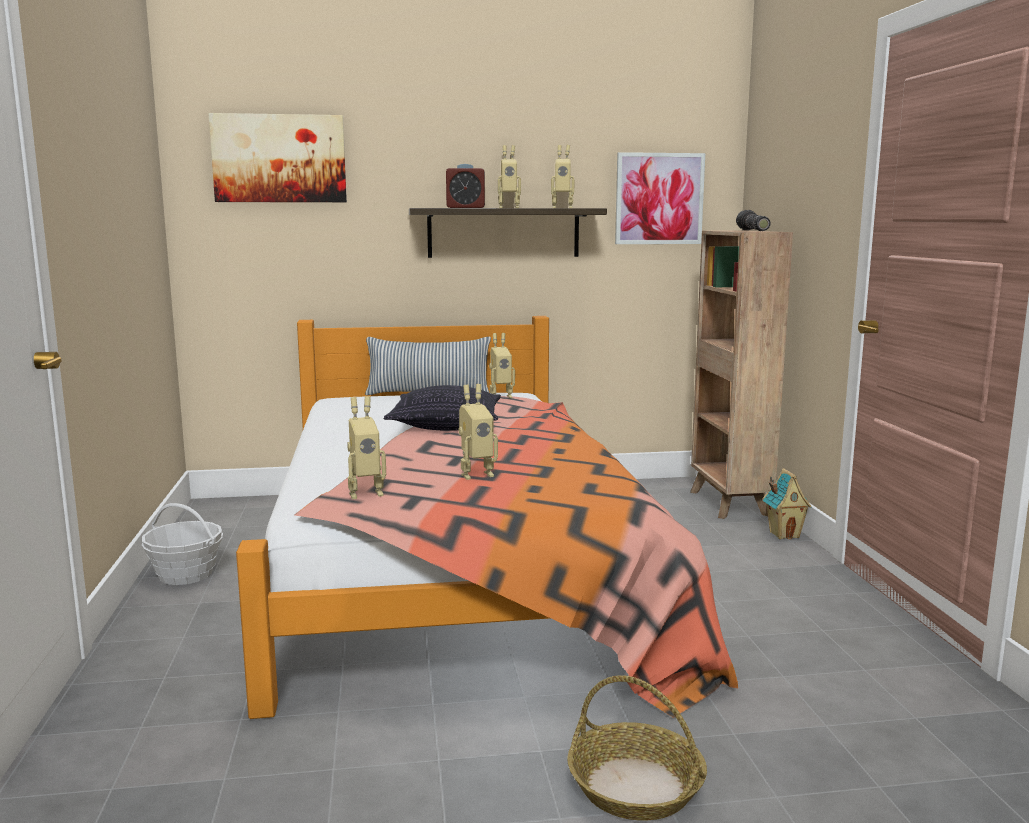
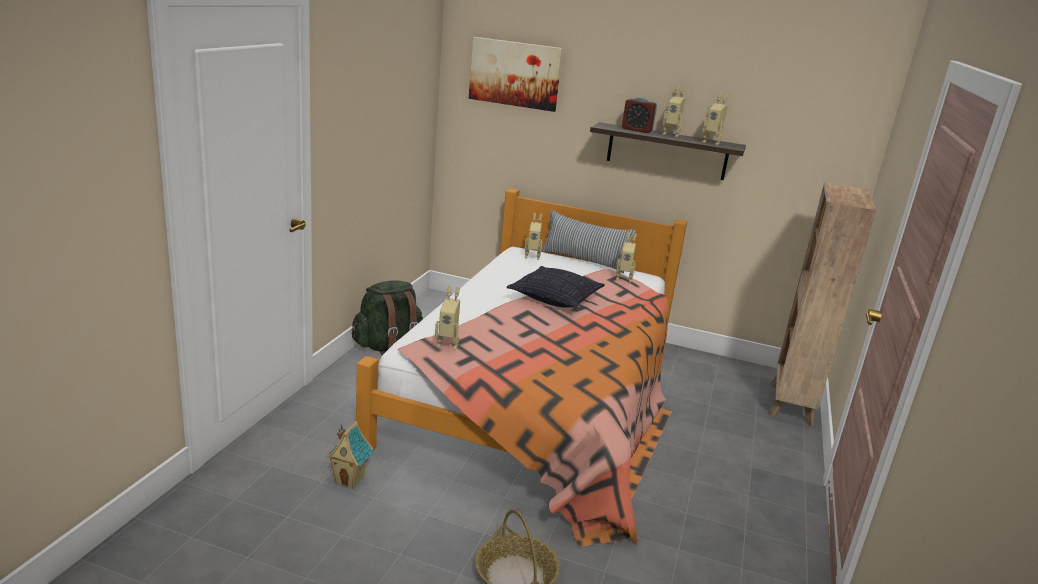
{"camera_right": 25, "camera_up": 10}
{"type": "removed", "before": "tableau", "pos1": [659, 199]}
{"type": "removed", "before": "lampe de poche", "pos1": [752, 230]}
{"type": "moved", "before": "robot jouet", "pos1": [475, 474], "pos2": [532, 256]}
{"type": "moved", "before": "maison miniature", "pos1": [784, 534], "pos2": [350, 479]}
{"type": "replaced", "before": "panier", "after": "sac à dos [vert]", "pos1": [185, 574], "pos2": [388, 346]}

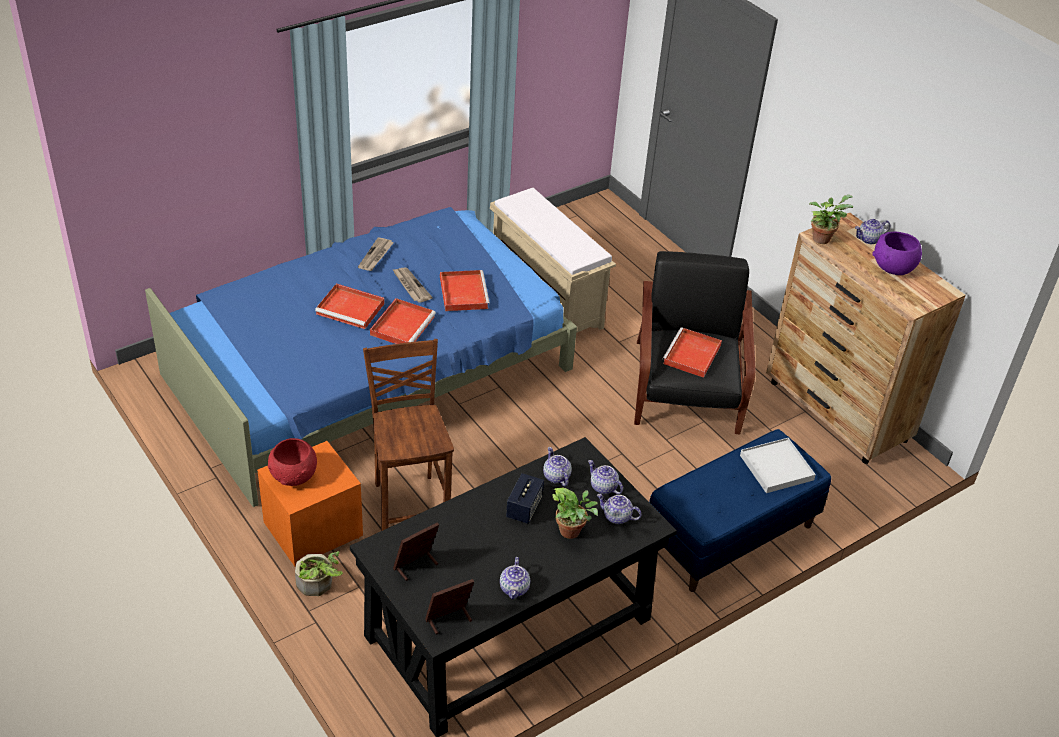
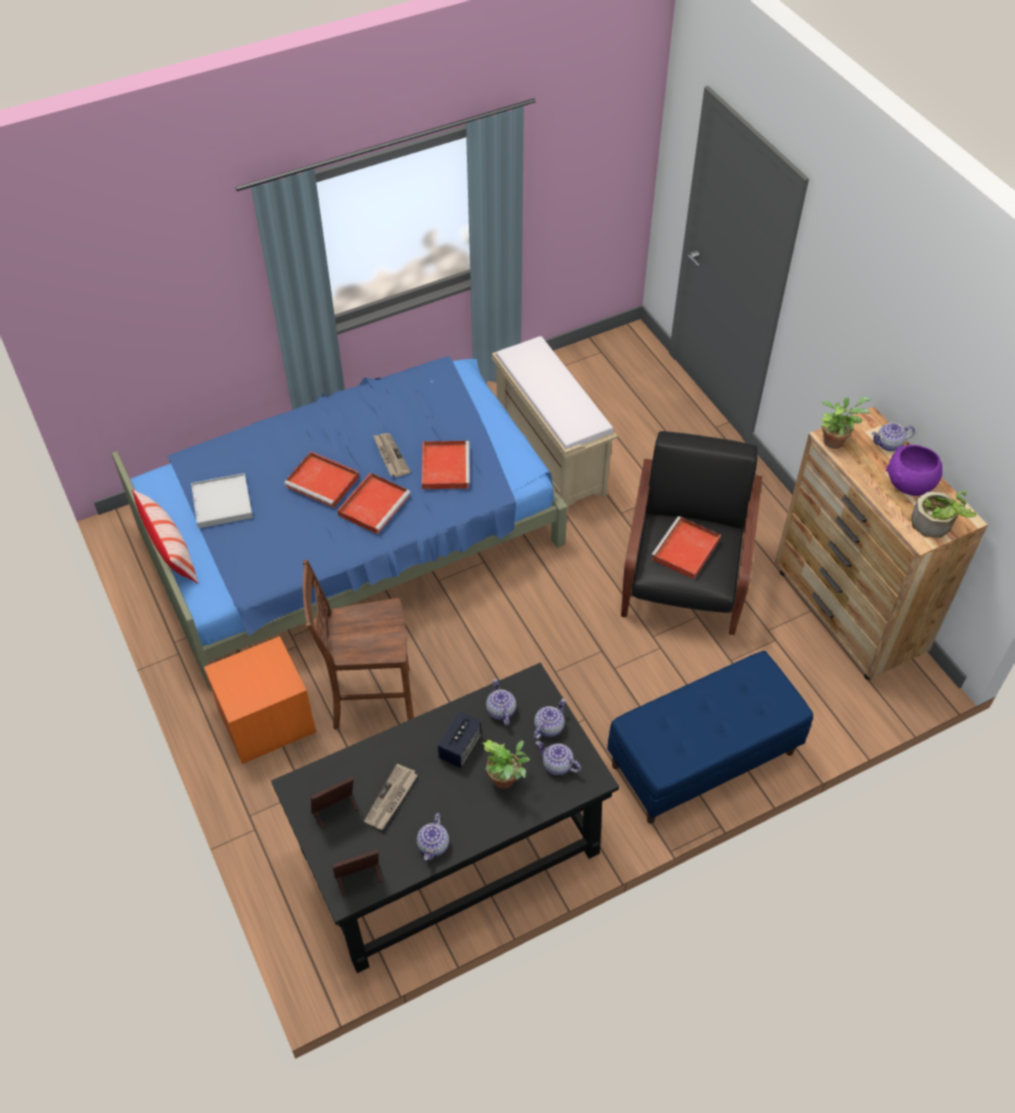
{"camera_right": 10, "camera_up": 10}
{"type": "moved", "before": "journal", "pos1": [376, 256], "pos2": [391, 799]}
{"type": "turned", "before": "chaise [marron]", "pos1": [410, 505], "pos2": [369, 699], "turn": -90}
{"type": "removed", "before": "bol [rouge]", "pos1": [294, 476]}
{"type": "moved", "before": "plateau [blanc]", "pos1": [776, 467], "pos2": [222, 503]}
{"type": "turned", "before": "théière", "pos1": [603, 487], "pos2": [548, 727], "turn": 75}
{"type": "moved", "before": "plante en pot", "pos1": [318, 585], "pos2": [936, 526]}
{"type": "added", "after": "coussin", "pos2": [170, 550]}

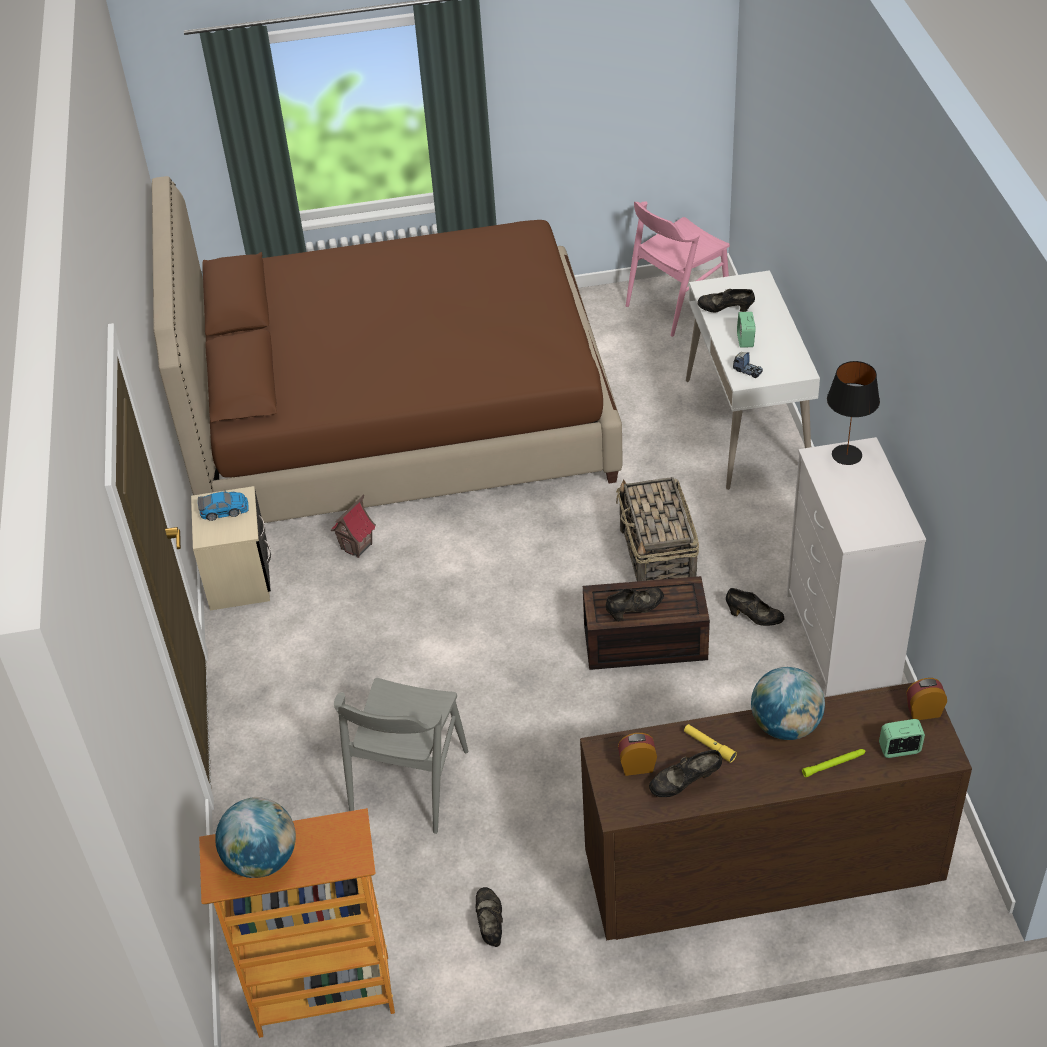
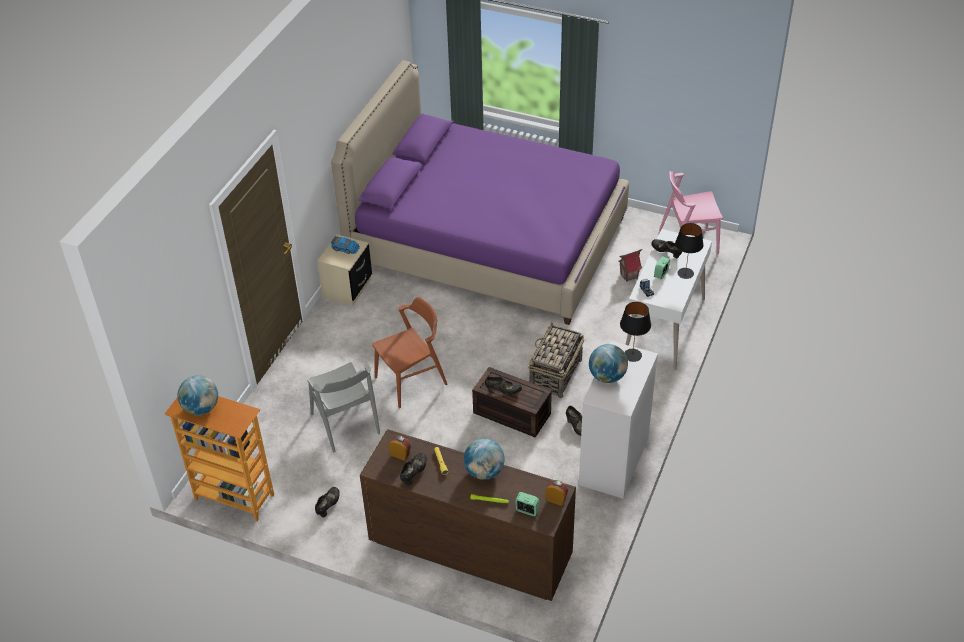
{"camera_right": 30, "camera_up": 0}
{"type": "recoloured", "before": "lit [marron]", "after": "lit [violet]", "pos1": [399, 419], "pos2": [487, 241]}
{"type": "moved", "before": "maison miniature", "pos1": [357, 547], "pos2": [629, 276]}
{"type": "turned", "before": "chaise [gris]", "pos1": [409, 783], "pos2": [345, 423], "turn": -75}
{"type": "turned", "before": "chaussure [noir]", "pos1": [685, 784], "pos2": [414, 473], "turn": 105}
{"type": "added", "after": "lampe de table [noir]", "pos2": [685, 273]}
{"type": "added", "after": "chaise [marron]", "pos2": [411, 381]}
{"type": "added", "after": "globe", "pos2": [607, 376]}

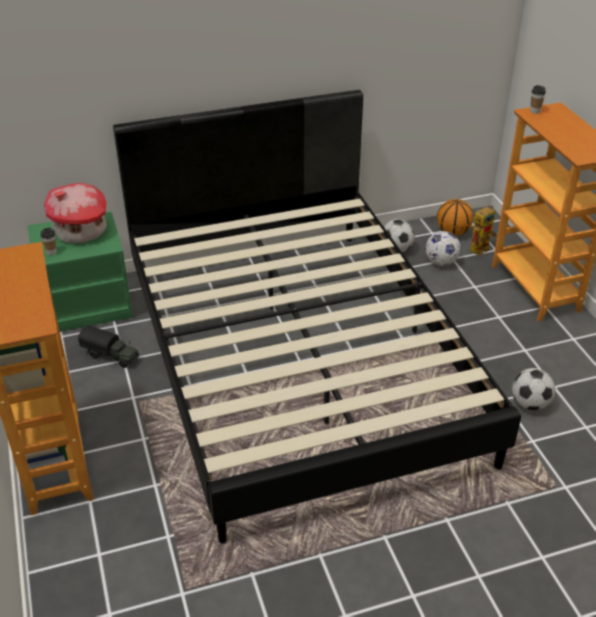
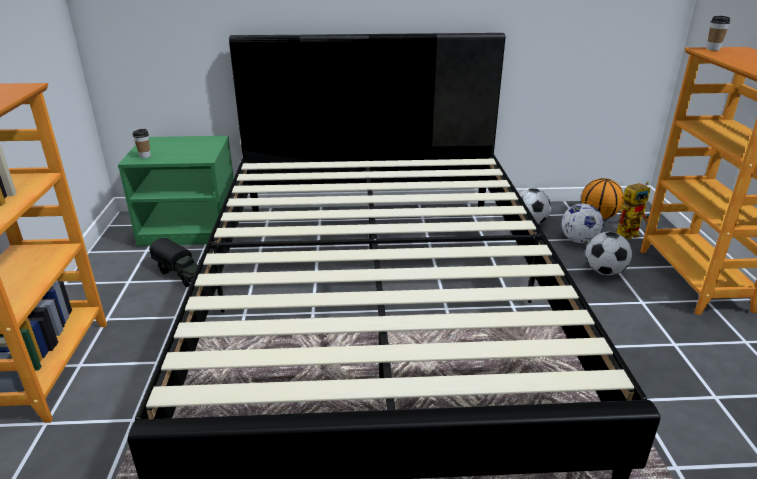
{"camera_right": 15, "camera_up": -10}
{"type": "removed", "before": "maison miniature", "pos1": [81, 232]}
{"type": "moved", "before": "ballon de foot", "pos1": [529, 404], "pos2": [604, 272]}

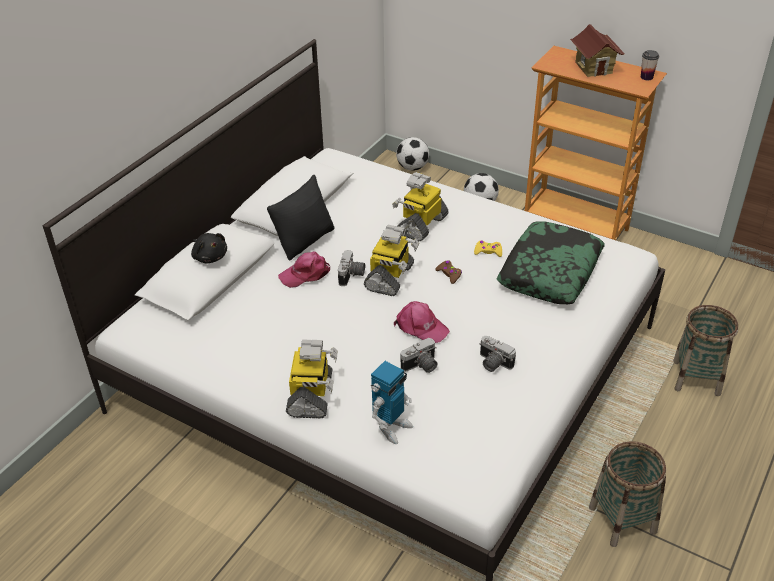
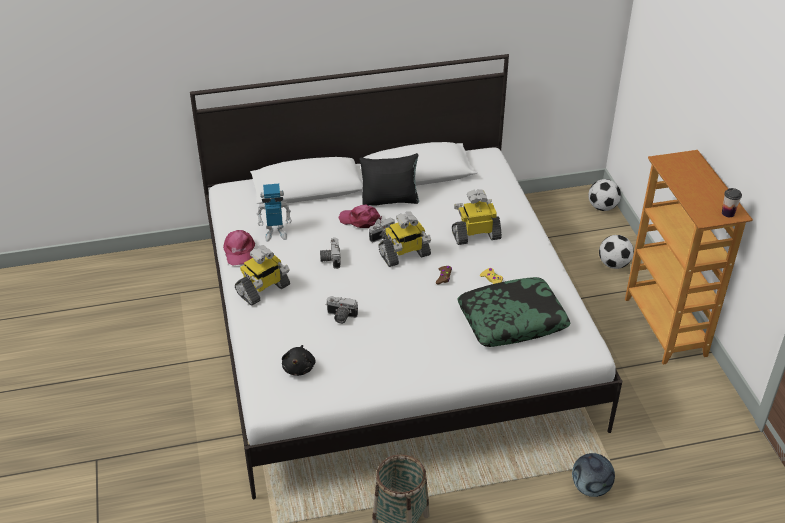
{"camera_right": 45, "camera_up": 0}
{"type": "removed", "before": "maison miniature", "pos1": [594, 68]}
{"type": "moved", "before": "peluche [noir]", "pos1": [210, 257], "pos2": [299, 367]}
{"type": "moved", "before": "casquette [rose]", "pos1": [421, 327], "pos2": [239, 251]}
{"type": "replaced", "before": "panier", "after": "ballon de foot", "pos1": [696, 378], "pos2": [590, 487]}
{"type": "moved", "before": "appareil photo", "pos1": [493, 363], "pos2": [330, 259]}
{"type": "moved", "before": "robot jouet", "pos1": [391, 428], "pos2": [275, 233]}

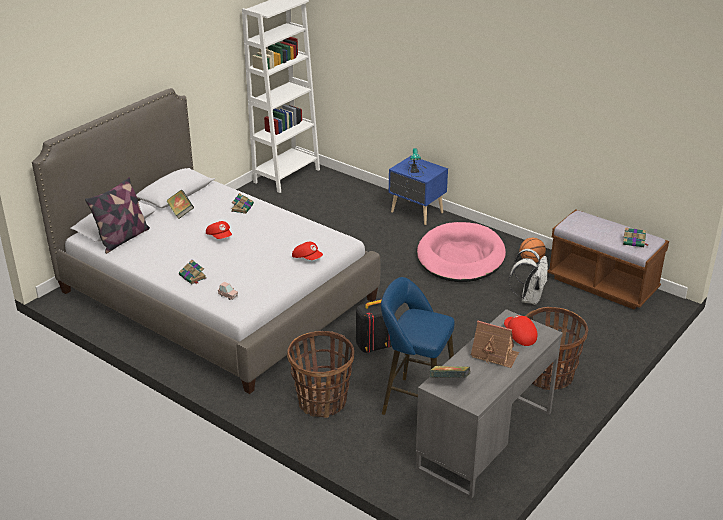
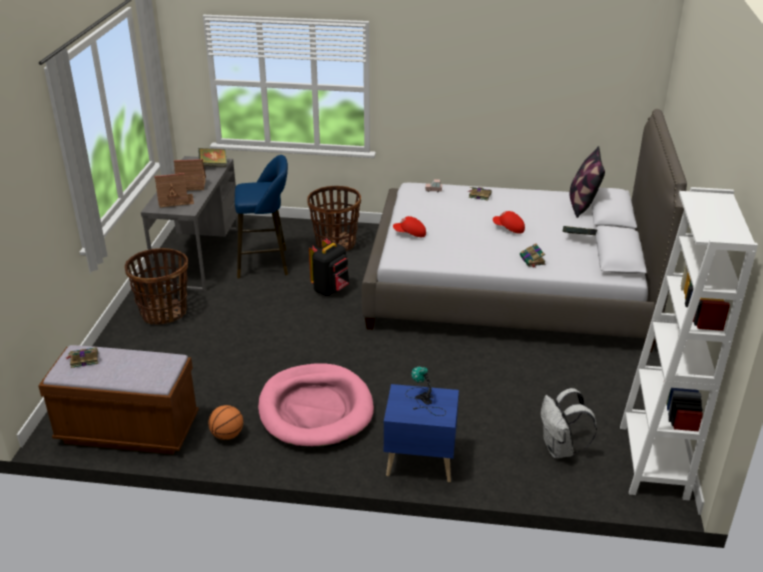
{"camera_right": 150, "camera_up": 0}
{"type": "moved", "before": "sac à dos [blanc]", "pos1": [529, 298], "pos2": [560, 449]}
{"type": "replaced", "before": "casquette [rouge]", "after": "maison miniature", "pos1": [519, 336], "pos2": [175, 201]}

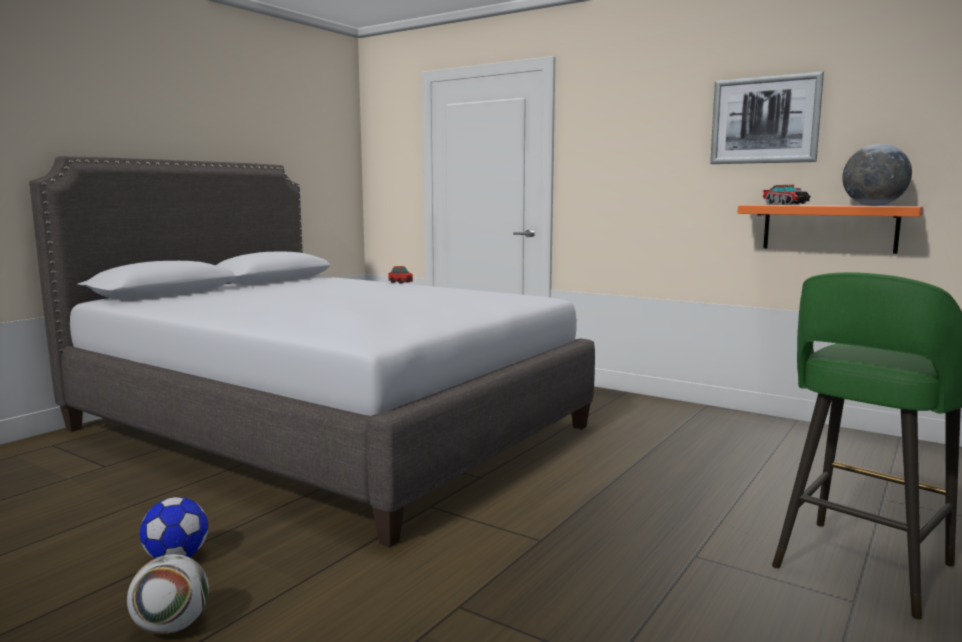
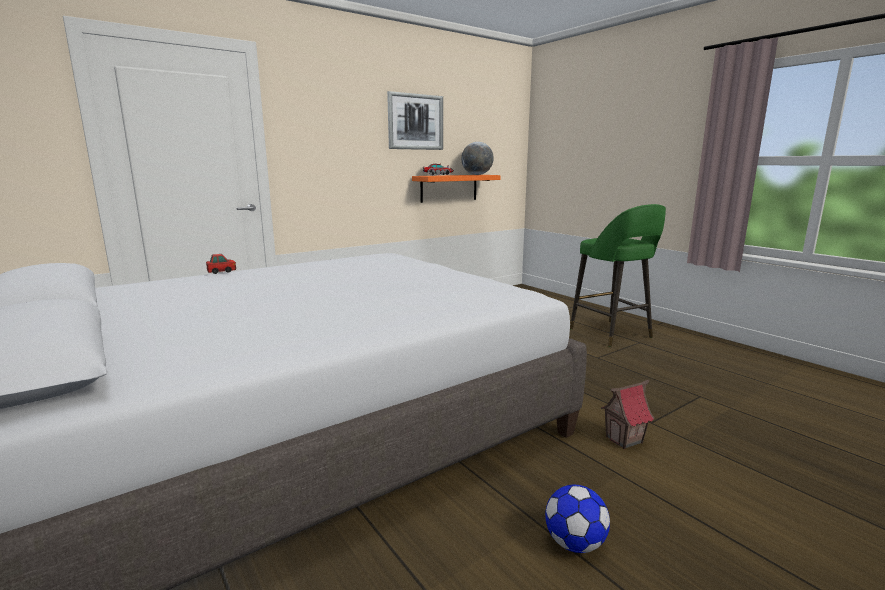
{"camera_right": -70, "camera_up": 5}
{"type": "removed", "before": "ballon de foot", "pos1": [171, 627]}
{"type": "added", "after": "maison miniature", "pos2": [624, 440]}

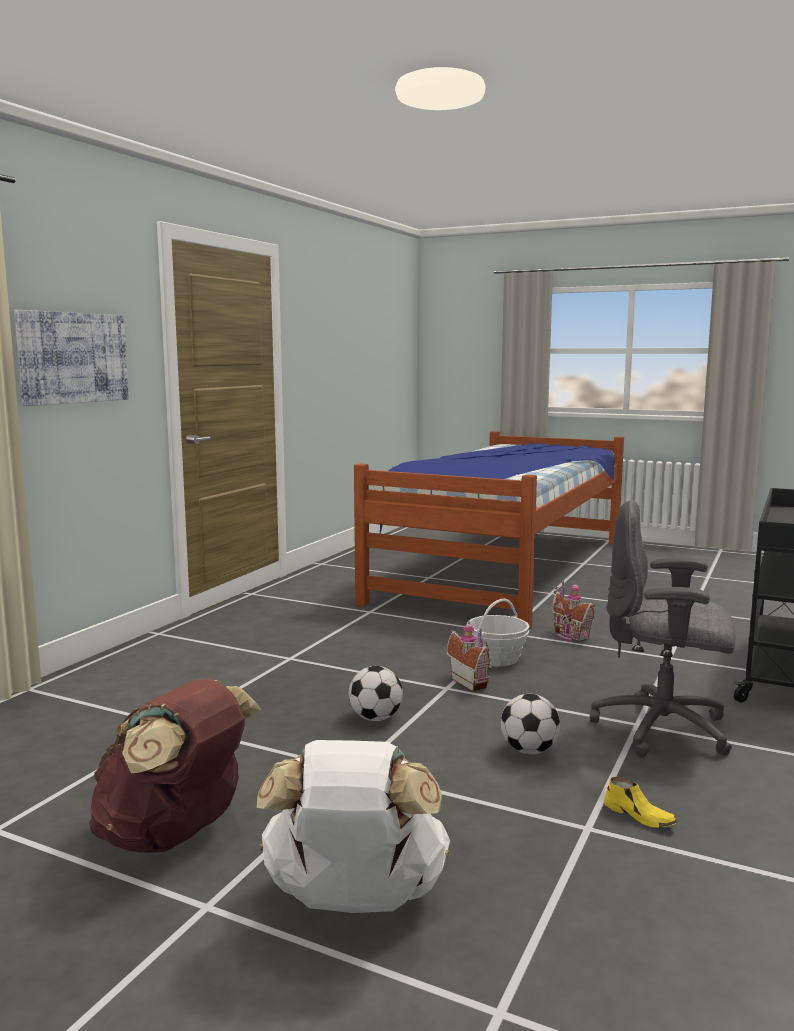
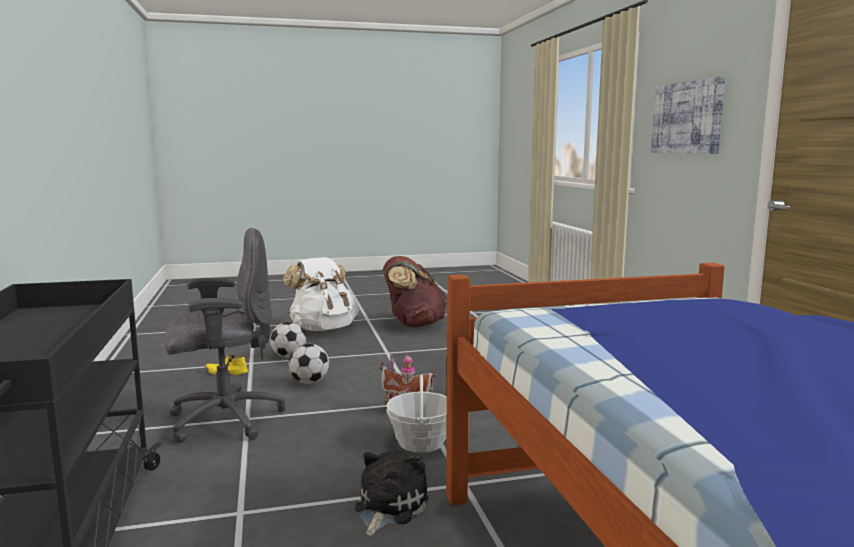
{"camera_right": 140, "camera_up": 0}
{"type": "replaced", "before": "maison miniature", "after": "peluche", "pos1": [569, 636], "pos2": [388, 507]}
{"type": "moved", "before": "ballon de foot", "pos1": [375, 718], "pos2": [288, 356]}

